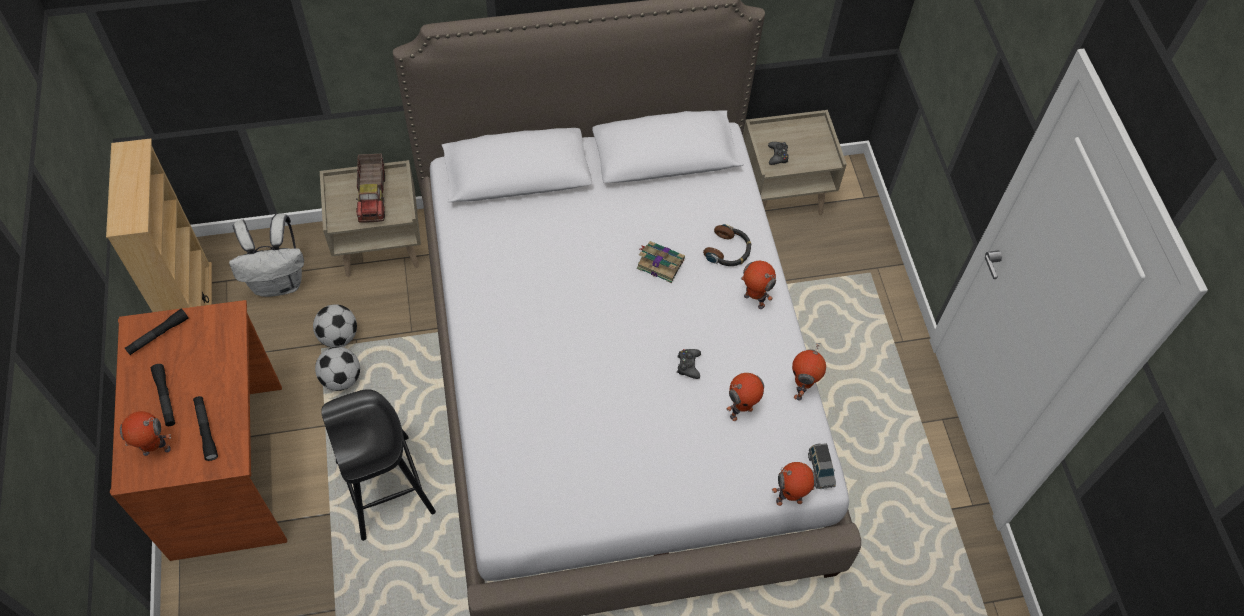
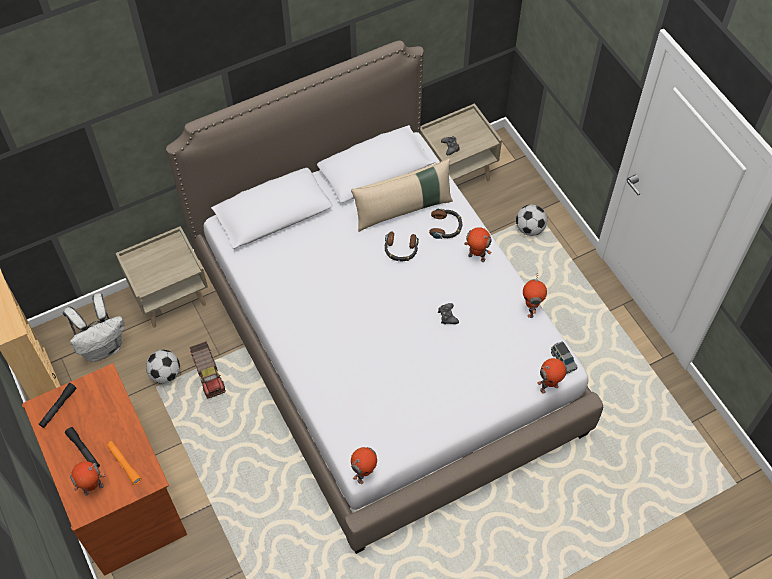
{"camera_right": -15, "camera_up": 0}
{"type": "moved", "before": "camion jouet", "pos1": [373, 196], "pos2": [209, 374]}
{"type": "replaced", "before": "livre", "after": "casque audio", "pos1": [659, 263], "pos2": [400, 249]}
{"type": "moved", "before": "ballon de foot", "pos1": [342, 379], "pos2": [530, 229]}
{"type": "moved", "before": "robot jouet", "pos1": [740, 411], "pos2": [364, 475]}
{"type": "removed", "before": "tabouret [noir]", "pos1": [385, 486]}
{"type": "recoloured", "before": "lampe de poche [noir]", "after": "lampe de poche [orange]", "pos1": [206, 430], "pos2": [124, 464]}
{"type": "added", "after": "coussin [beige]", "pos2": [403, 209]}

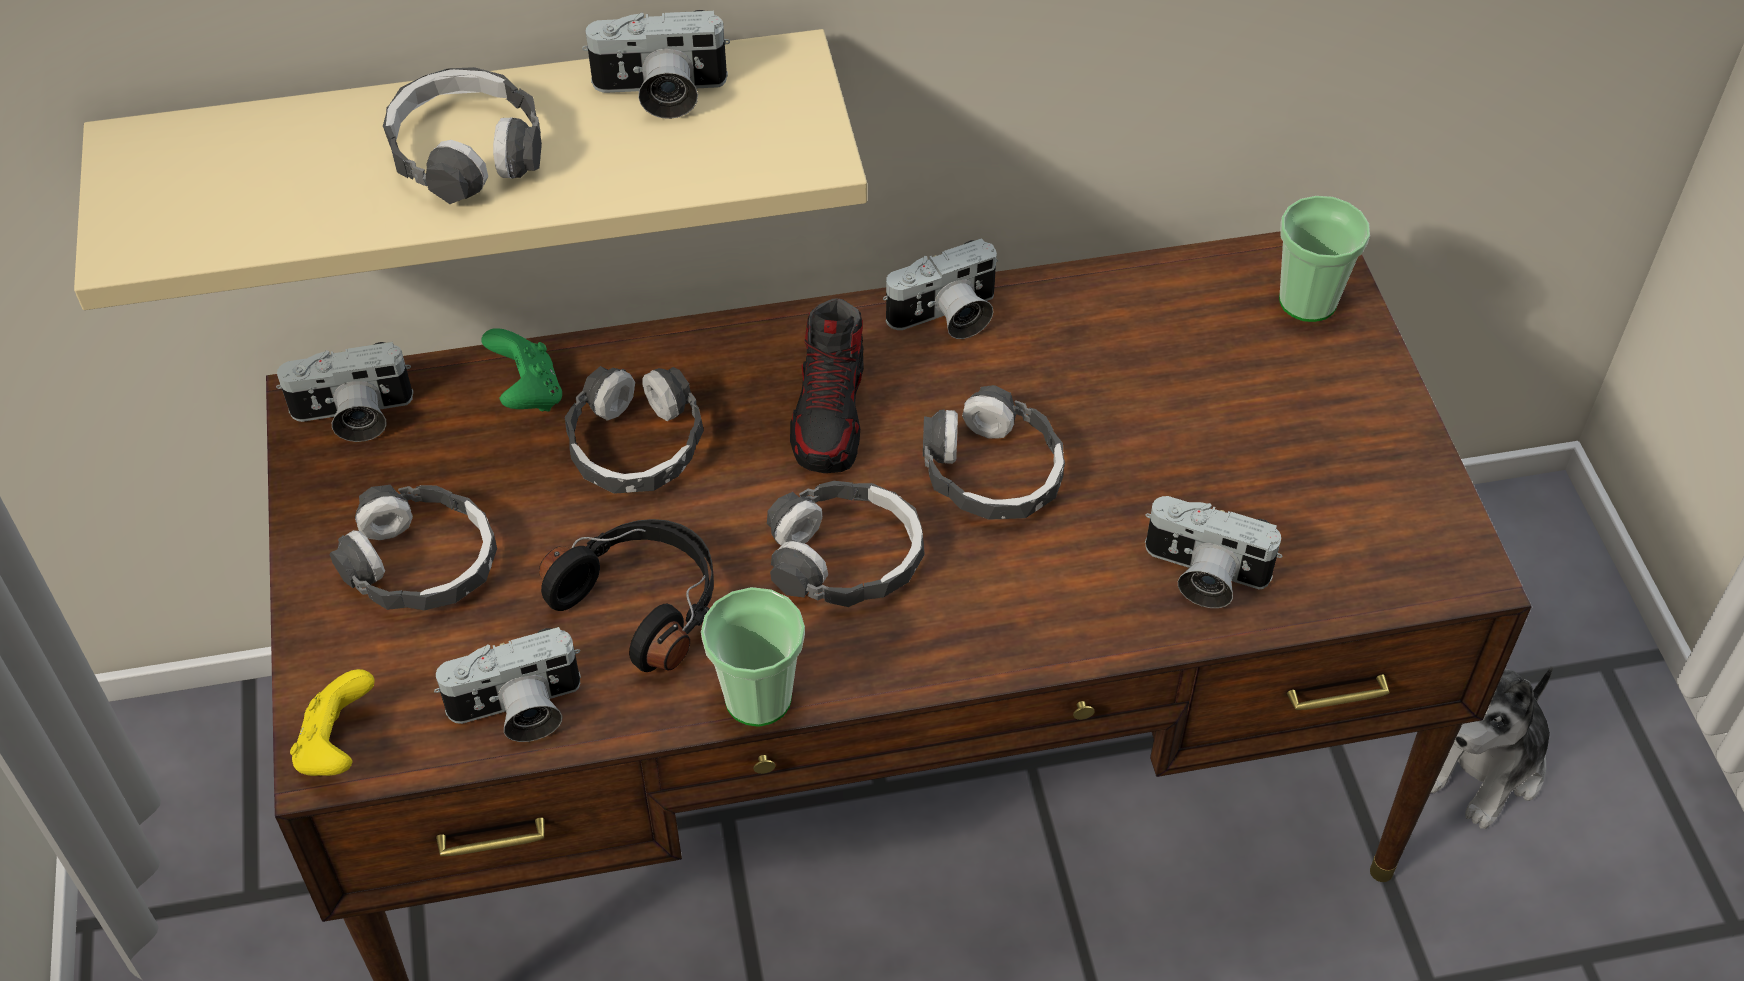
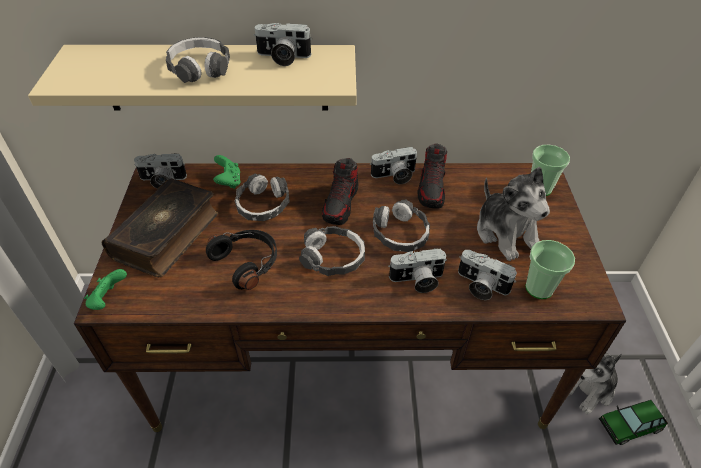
{"camera_right": 10, "camera_up": -5}
{"type": "replaced", "before": "casque audio", "after": "livre", "pos1": [421, 563], "pos2": [167, 235]}
{"type": "moved", "before": "tasse", "pos1": [758, 698], "pos2": [539, 288]}
{"type": "moved", "before": "appareil photo", "pos1": [518, 711], "pos2": [417, 281]}
{"type": "recoloured", "before": "manette [jaune]", "after": "manette [vert]", "pos1": [338, 747], "pos2": [109, 300]}
{"type": "added", "after": "chaussure", "pos2": [431, 189]}
{"type": "added", "after": "peluche", "pos2": [506, 233]}
{"type": "added", "after": "petite voiture", "pos2": [629, 425]}

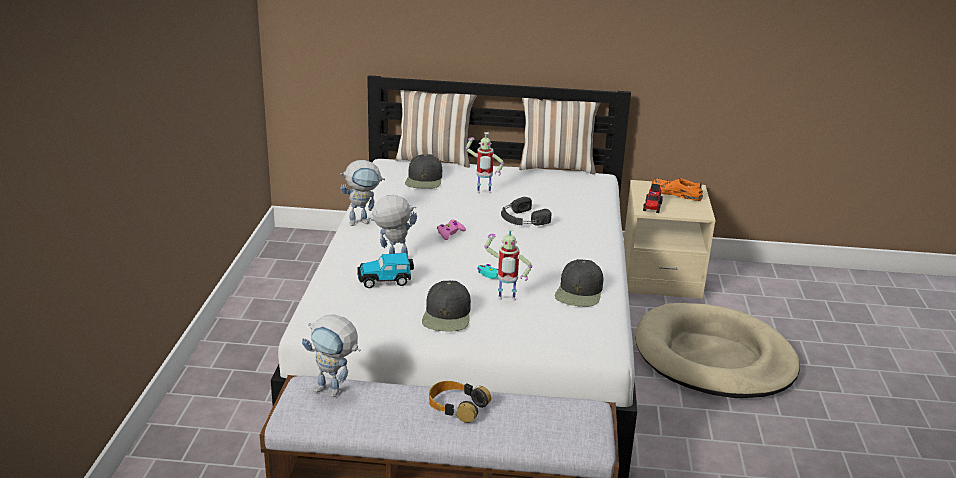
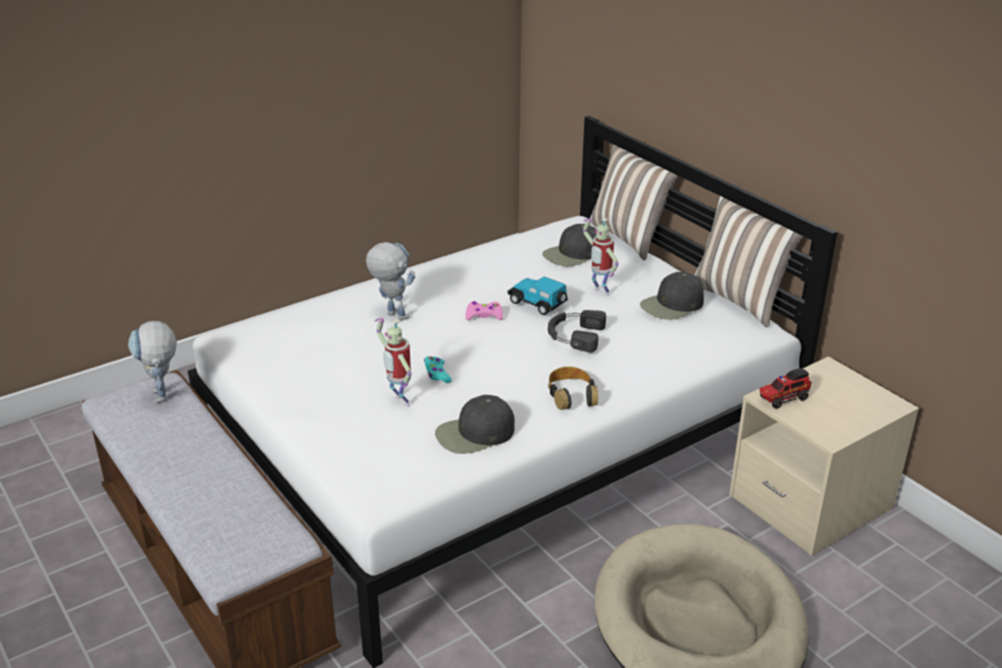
{"camera_right": 50, "camera_up": 5}
{"type": "removed", "before": "robot jouet", "pos1": [363, 221]}
{"type": "removed", "before": "chaussure [orange]", "pos1": [675, 193]}
{"type": "moved", "before": "petite voiture", "pos1": [385, 280], "pos2": [538, 303]}
{"type": "moved", "before": "casquette [noir]", "pos1": [447, 315], "pos2": [672, 305]}
{"type": "moved", "before": "casque audio", "pos1": [457, 406], "pos2": [571, 395]}

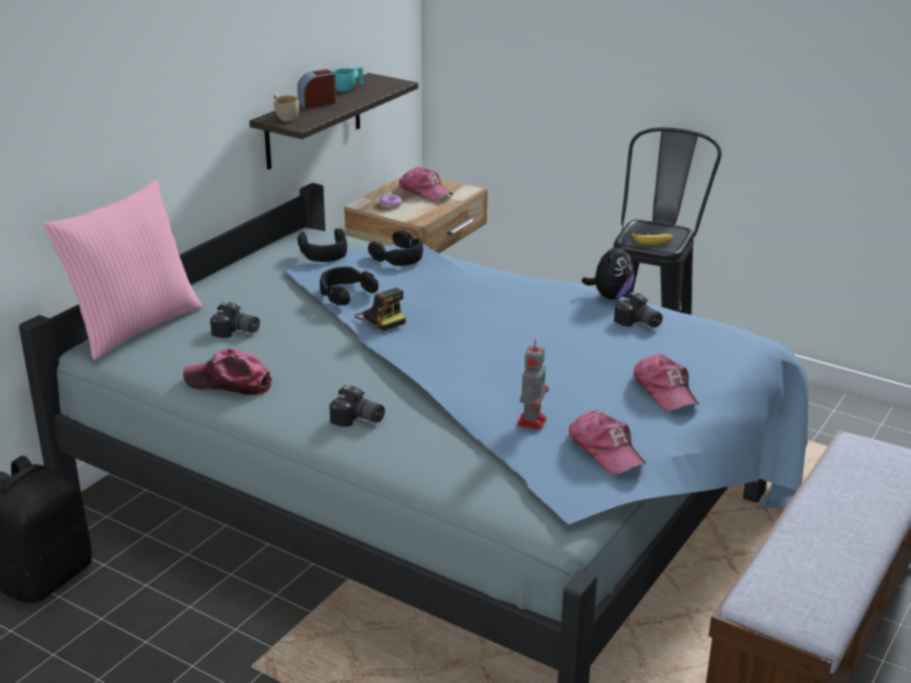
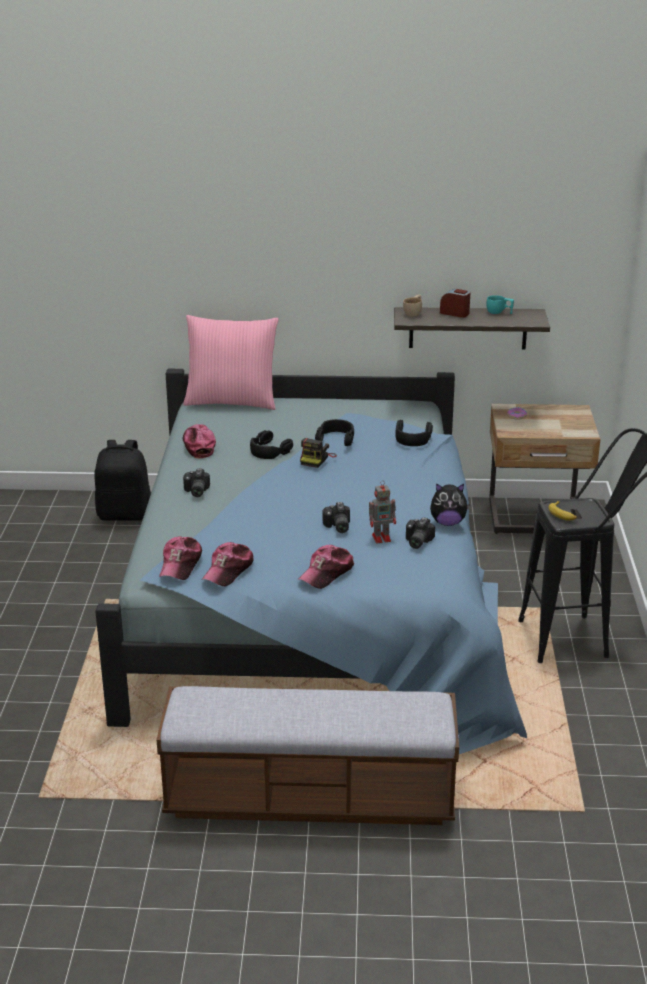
{"camera_right": 60, "camera_up": 0}
{"type": "moved", "before": "casquette", "pos1": [425, 192], "pos2": [180, 565]}
{"type": "moved", "before": "casque audio [noir]", "pos1": [324, 252], "pos2": [269, 450]}
{"type": "moved", "before": "appareil photo", "pos1": [236, 332], "pos2": [337, 527]}
{"type": "moved", "before": "robot jouet", "pos1": [532, 421], "pos2": [382, 538]}

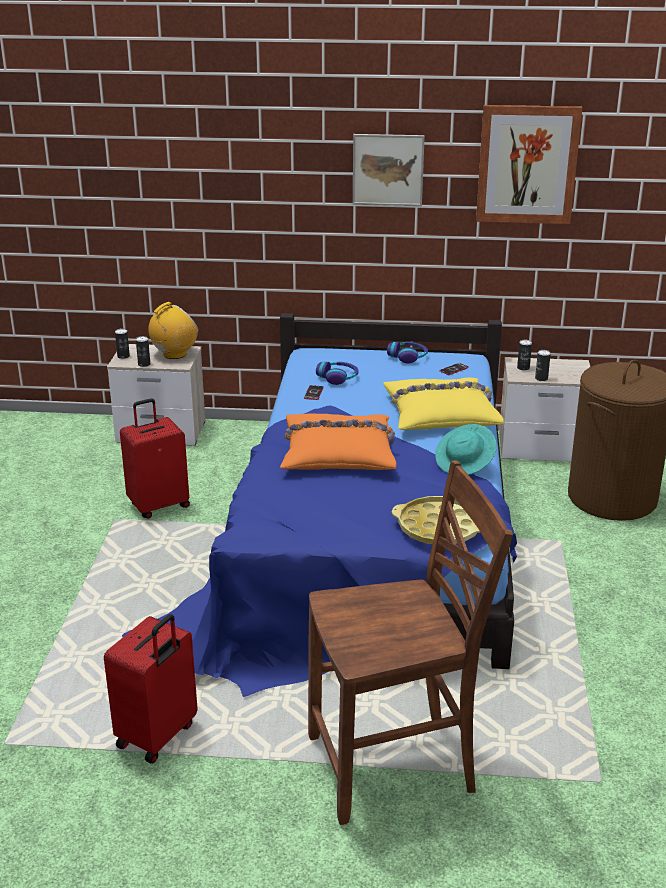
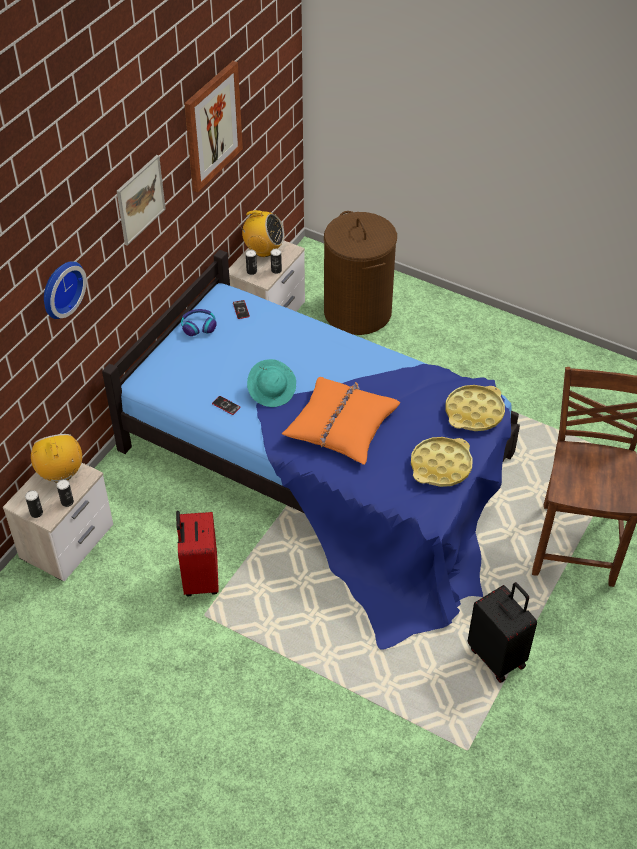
{"camera_right": -65, "camera_up": 20}
{"type": "removed", "before": "casque audio", "pos1": [338, 377]}
{"type": "removed", "before": "coussin [jaune]", "pos1": [440, 414]}
{"type": "moved", "before": "chapeau [turquoise]", "pos1": [465, 463], "pos2": [272, 391]}
{"type": "recoloured", "before": "valise [rouge]", "after": "valise [noir]", "pos1": [158, 736], "pos2": [498, 656]}
{"type": "added", "after": "radio", "pos2": [263, 250]}
{"type": "added", "after": "horloge murale", "pos2": [60, 288]}
{"type": "added", "after": "plateau [jaune]", "pos2": [441, 466]}

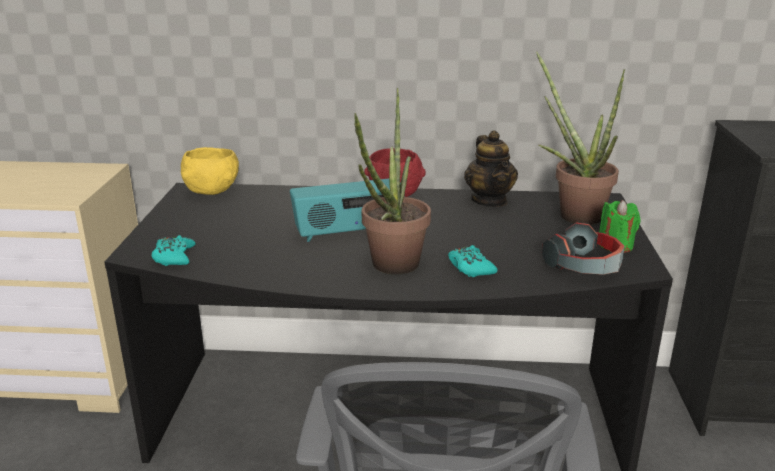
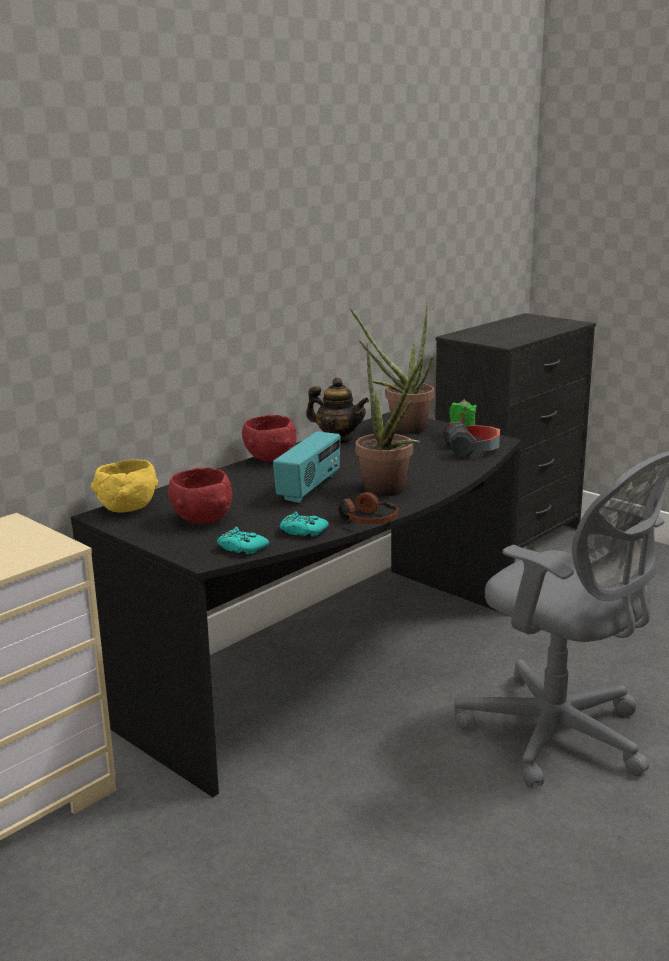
{"camera_right": -50, "camera_up": -5}
{"type": "moved", "before": "manette [turquoise]", "pos1": [470, 268], "pos2": [302, 531]}
{"type": "added", "after": "bol [rouge]", "pos2": [202, 519]}
{"type": "added", "after": "casque audio", "pos2": [367, 519]}

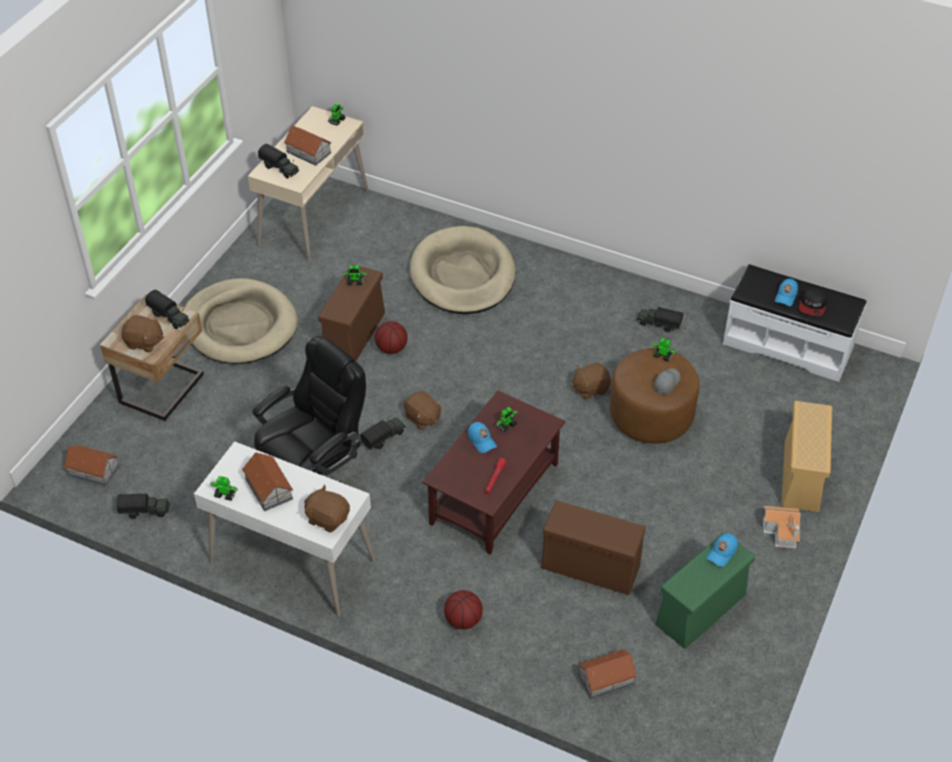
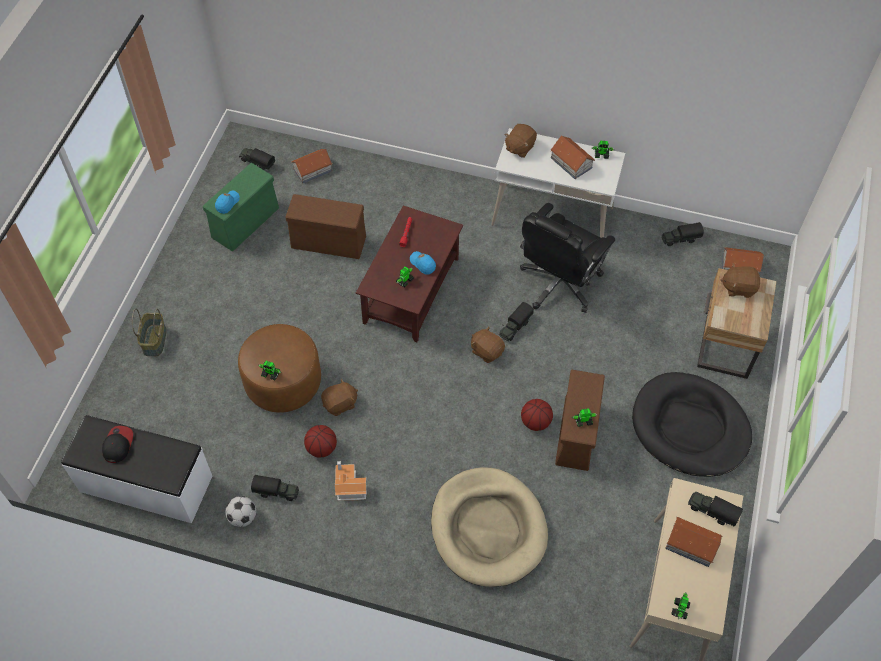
{"camera_right": 170, "camera_up": 10}
{"type": "recoloured", "before": "panier pour chien [beige]", "after": "panier pour chien [noir]", "pos1": [240, 326], "pos2": [690, 427]}
{"type": "removed", "before": "casquette [bleu]", "pos1": [786, 296]}
{"type": "moved", "before": "camion jouet", "pos1": [169, 317], "pos2": [257, 163]}
{"type": "removed", "before": "casquette [gris]", "pos1": [666, 383]}
{"type": "replaced", "before": "boîte de rangement [beige]", "after": "panier", "pos1": [801, 477], "pos2": [154, 340]}
{"type": "turned", "before": "peluche [marron]", "pos1": [327, 518], "pos2": [519, 147], "turn": 105}
{"type": "moved", "before": "maison miniature", "pos1": [782, 532], "pos2": [348, 486]}
{"type": "moved", "before": "ballon de basket", "pos1": [463, 620], "pos2": [322, 448]}
{"type": "added", "after": "ballon de foot", "pos2": [242, 517]}

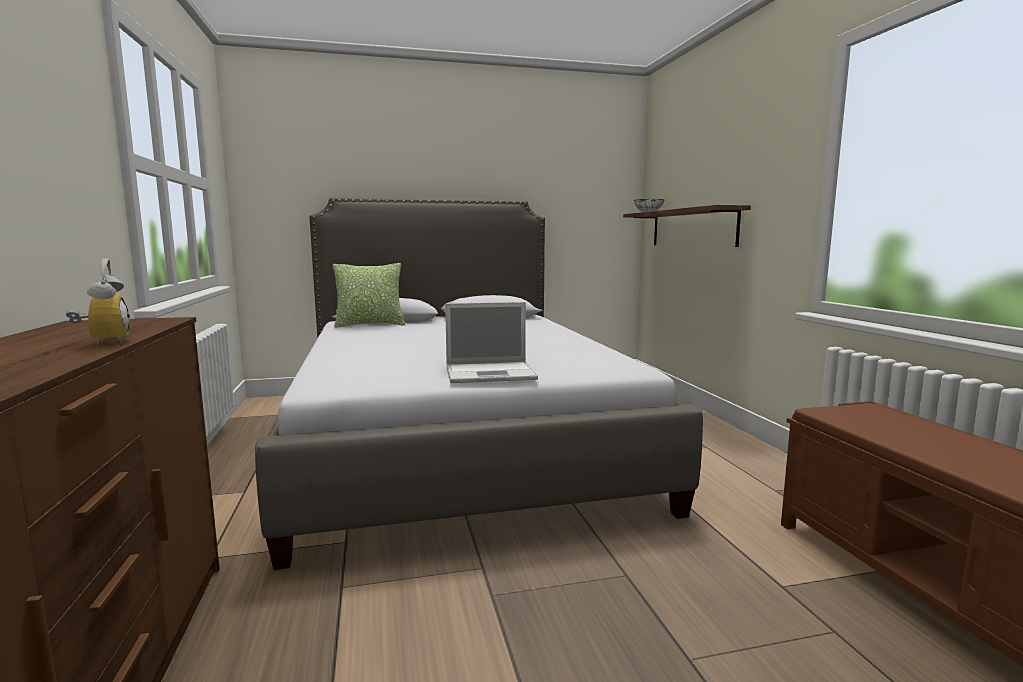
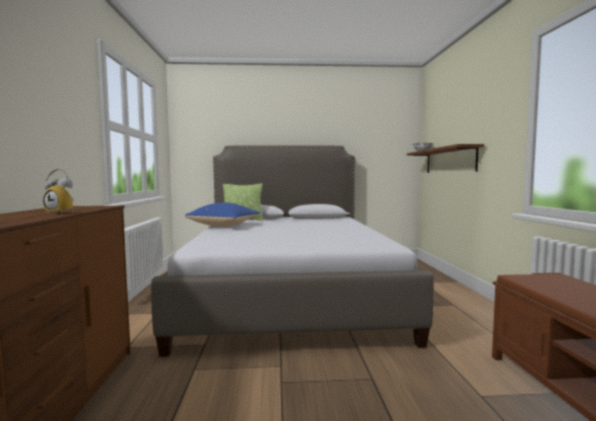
{"camera_right": 10, "camera_up": -5}
{"type": "turned", "before": "réveil", "pos1": [103, 342], "pos2": [64, 213], "turn": 120}
{"type": "removed", "before": "ordinateur portable", "pos1": [492, 373]}
{"type": "added", "after": "coussin [bleu]", "pos2": [224, 226]}

